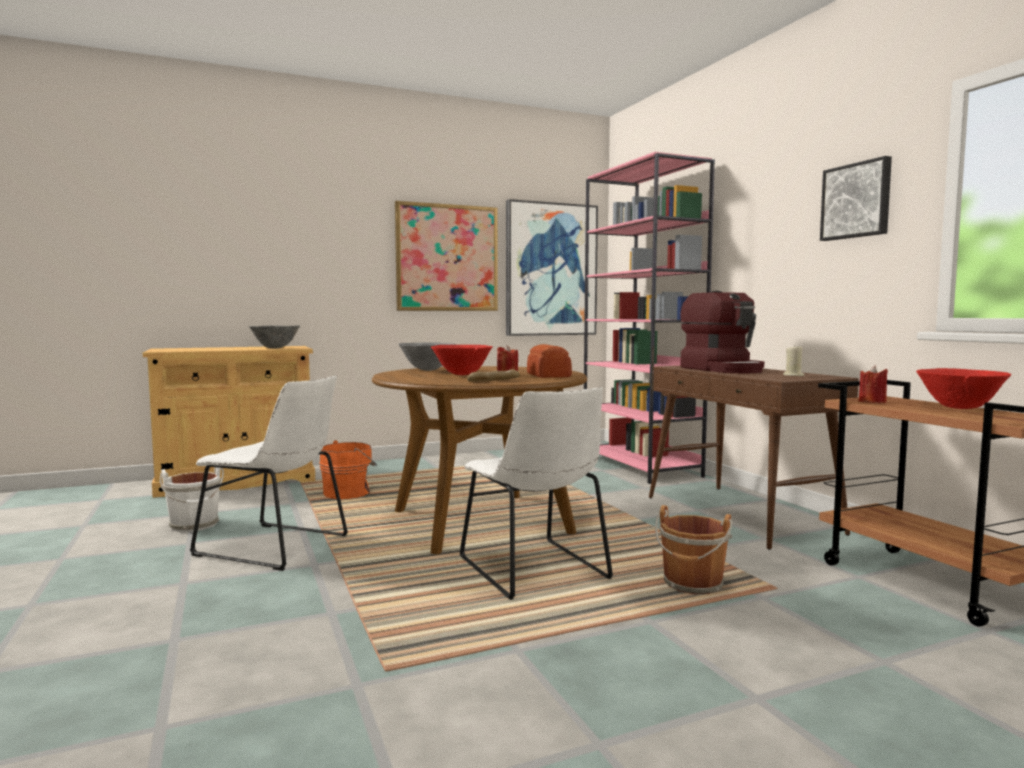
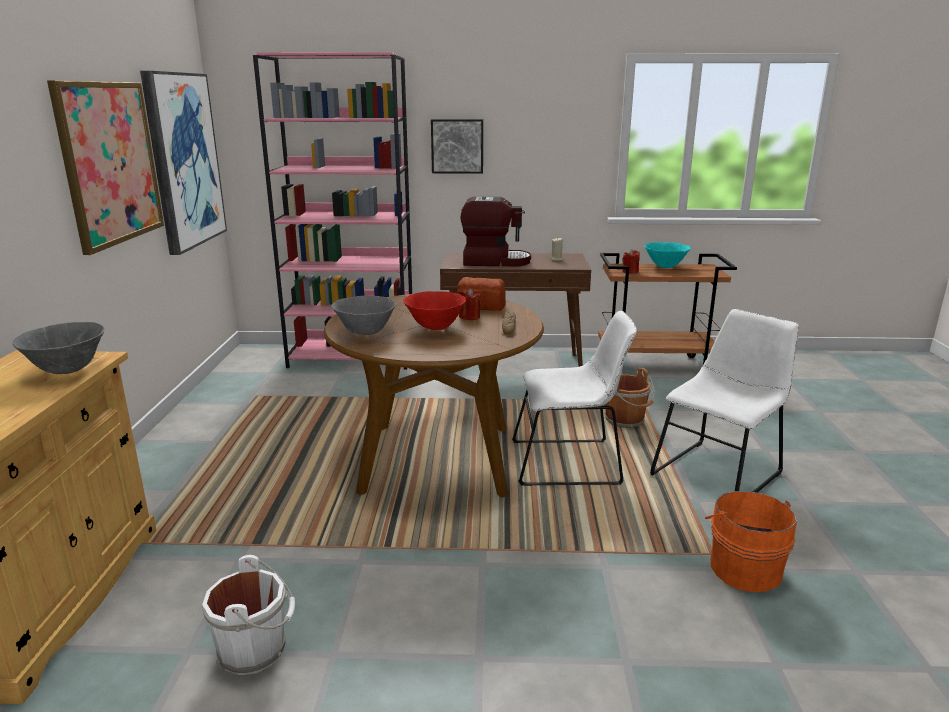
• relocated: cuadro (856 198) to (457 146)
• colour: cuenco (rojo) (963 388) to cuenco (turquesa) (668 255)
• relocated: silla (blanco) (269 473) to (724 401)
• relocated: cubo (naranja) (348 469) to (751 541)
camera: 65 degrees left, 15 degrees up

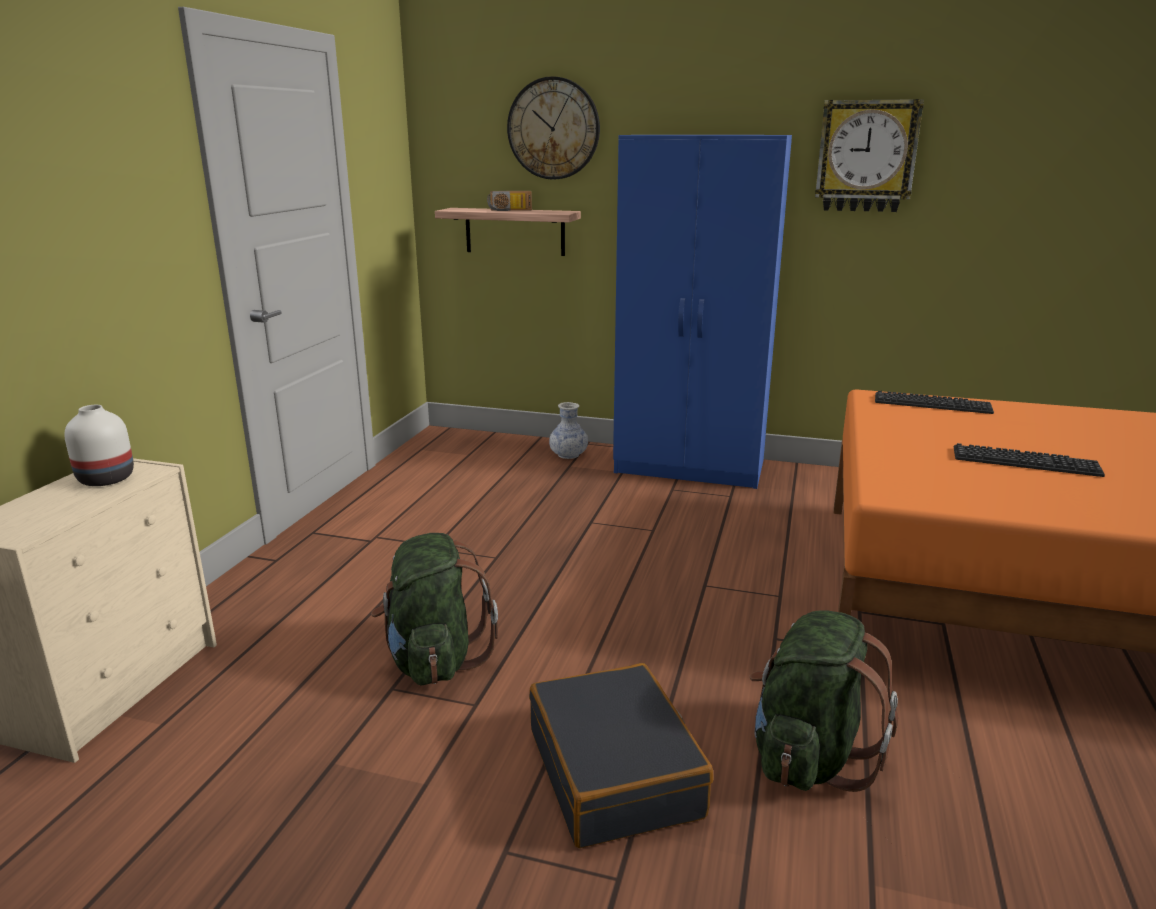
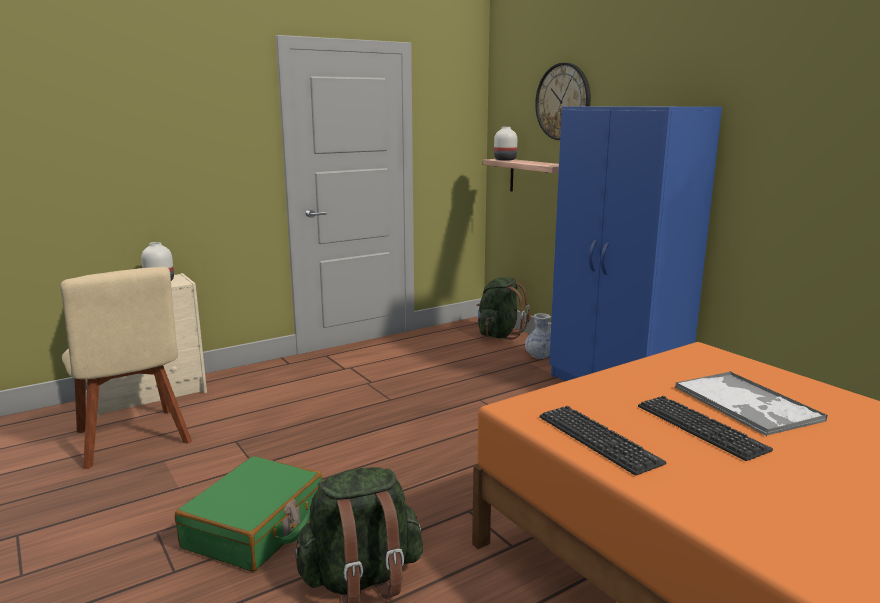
• missing: reloj de pared (869 155)
• missing: radio (509 201)
• relocated: teclado (934 402) to (603 441)
• relocated: mochila (verde) (434 609) to (503 308)
• colour: maleta (negro) (621 755) to maleta (verde) (249 514)
• appeared: florero (blanco) (505 143)
• appeared: silla (beis) (126 368)
• appeared: bandeja (751 403)
camera: 40 degrees right, 5 degrees down

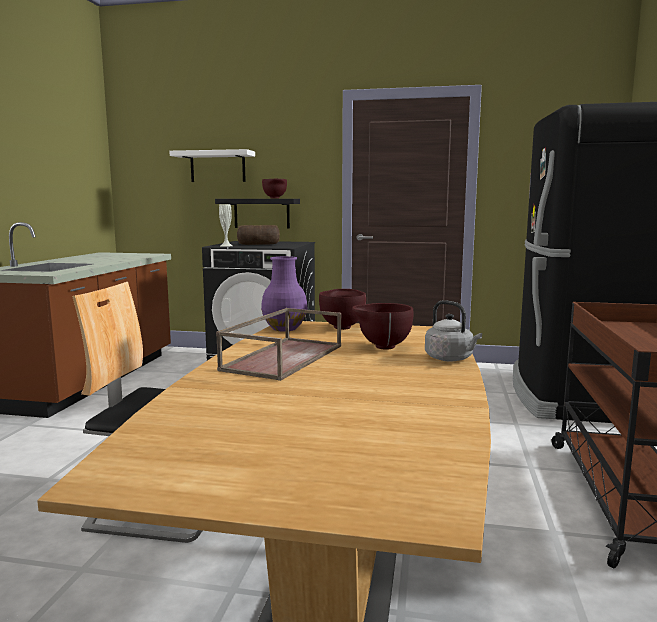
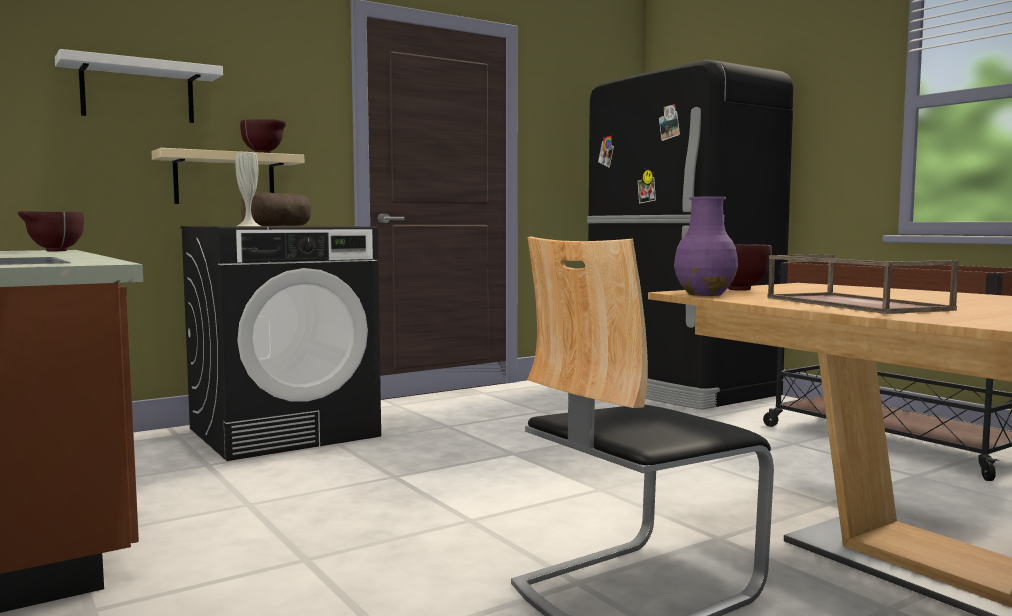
• colour: estante (negro) (257 213) to estante (beis) (228 176)
• missing: hervidor (gris) (453 330)
• relocated: cuenco (marrón) (383 326) to (51 231)
camera: 45 degrees left, 5 degrees down

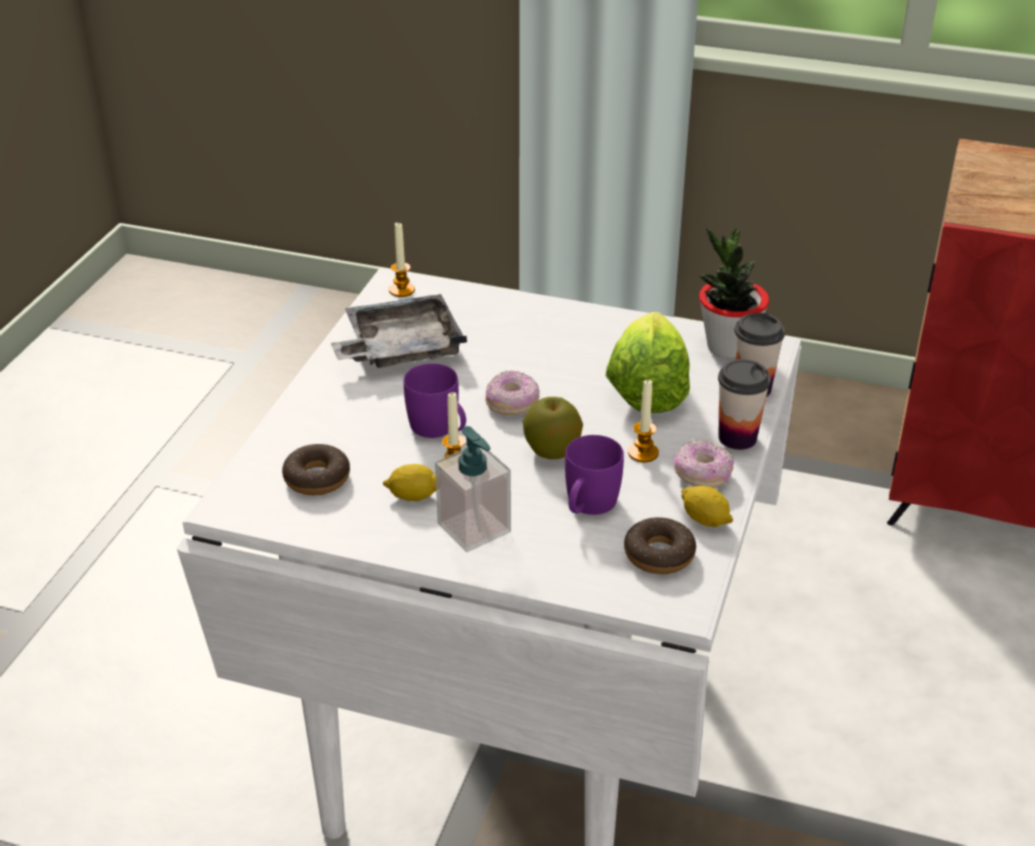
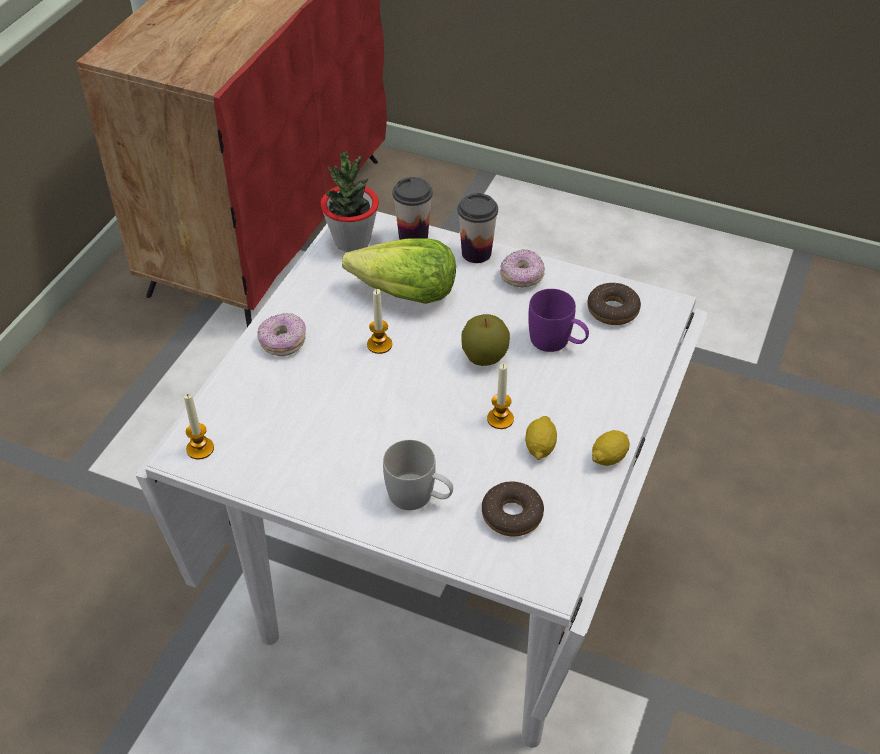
• missing: bandeja (gris) (399 331)
• missing: taza grande (morado) (435 400)
• relocated: rosquilla (512 392) to (281 334)
• relocated: vela (643 421) to (379 321)
• missing: dispensador de jabón (473 489)
• relocated: limón (707 506) to (611 448)
• appeared: taza grande (blanco) (418 475)
camera: 85 degrees left, 10 degrees up

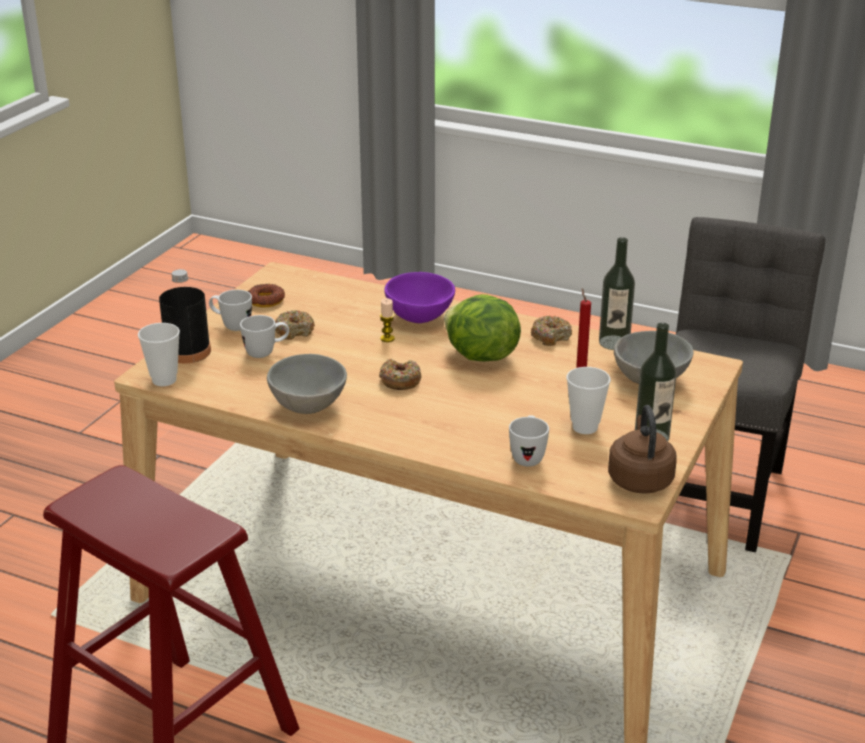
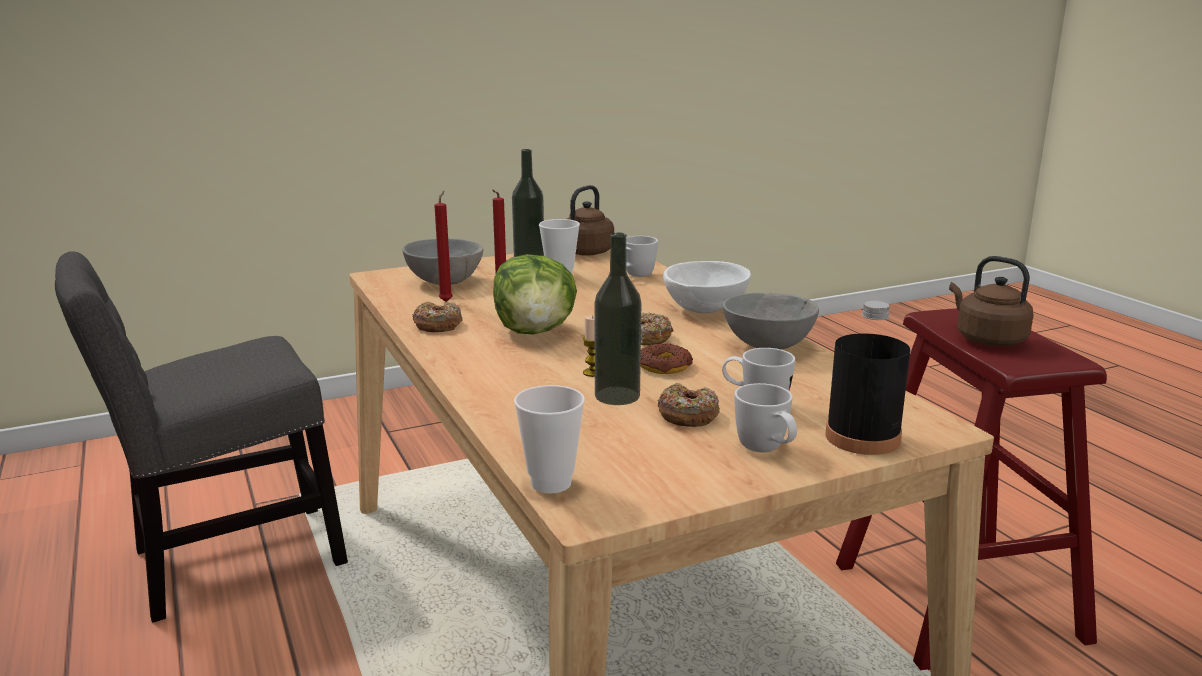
• relocated: botella (617 293) to (618 319)
• missing: cuenco (morado) (419 297)
• relocated: rosquilla (266 296) to (667 358)
• relocated: taza (159 354) to (549 439)
• appeared: vela (rojo) (443 246)
• appeared: hervidor (marrón) (991 301)
• appeared: cuenco (blanco) (707 287)
camera: 140 degrees left, 10 degrees down

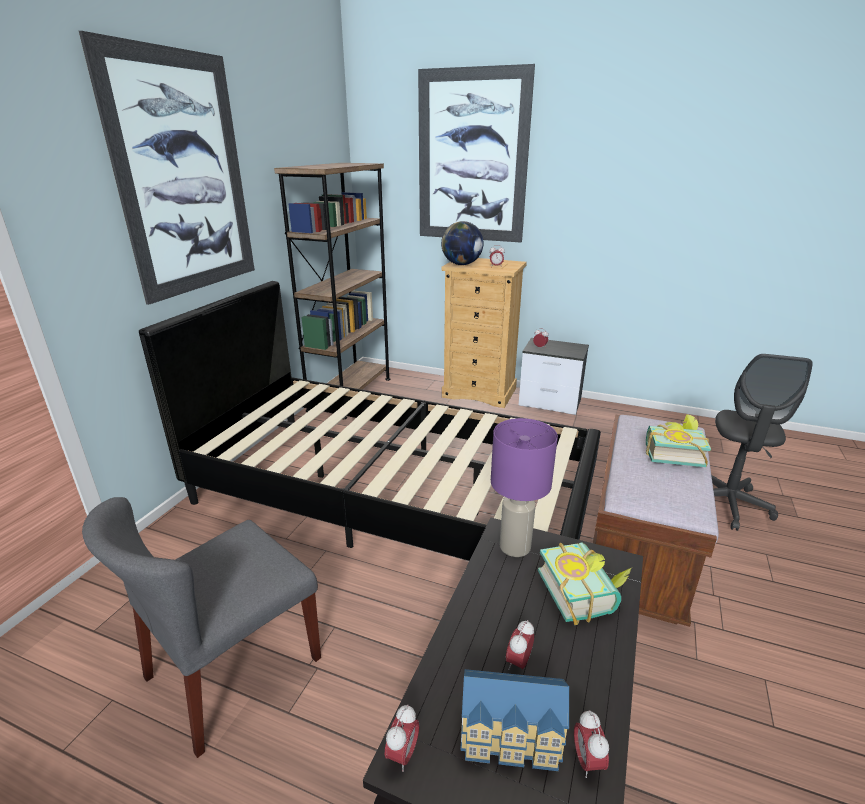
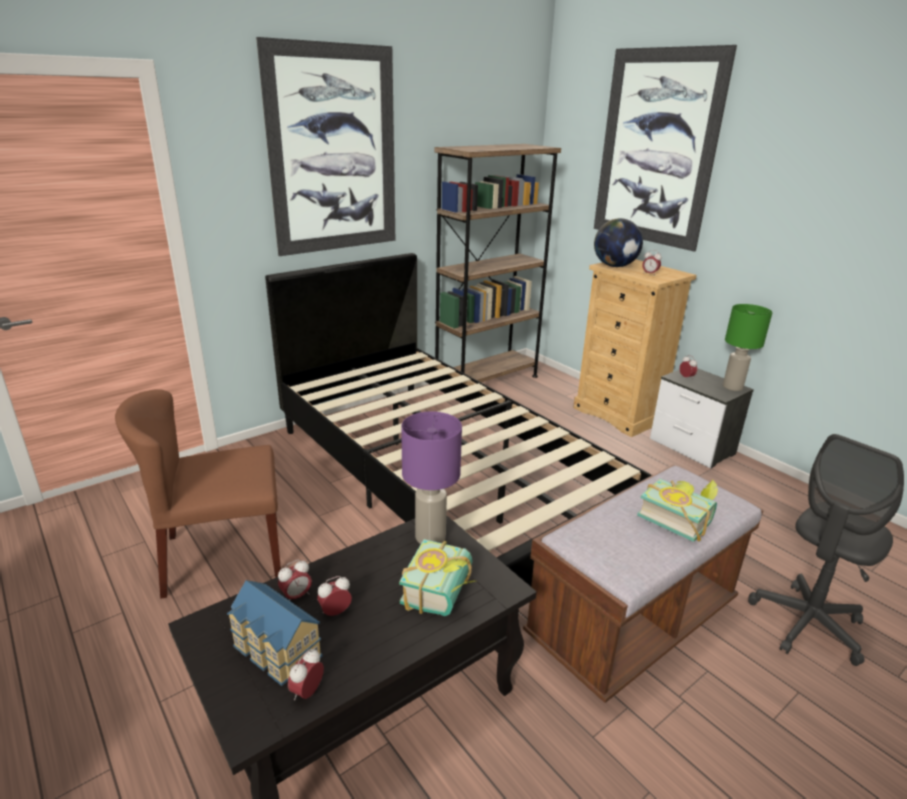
• colour: silla (gris) (201 627) to silla (marrón) (198 494)
• relocated: despertador (402 738) to (295 580)
• appeared: lámpara de mesa (verde) (747 347)
camera: 30 degrees right, 0 degrees up

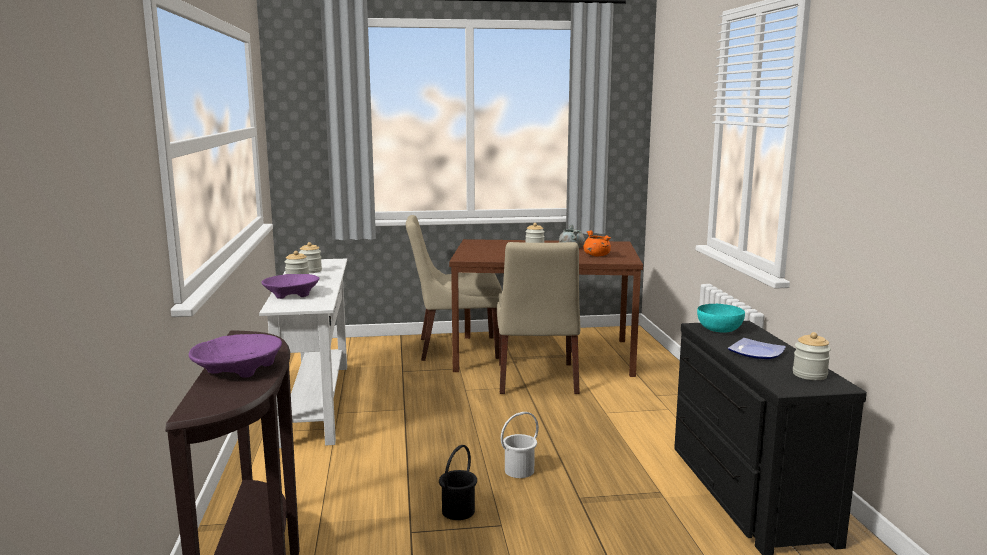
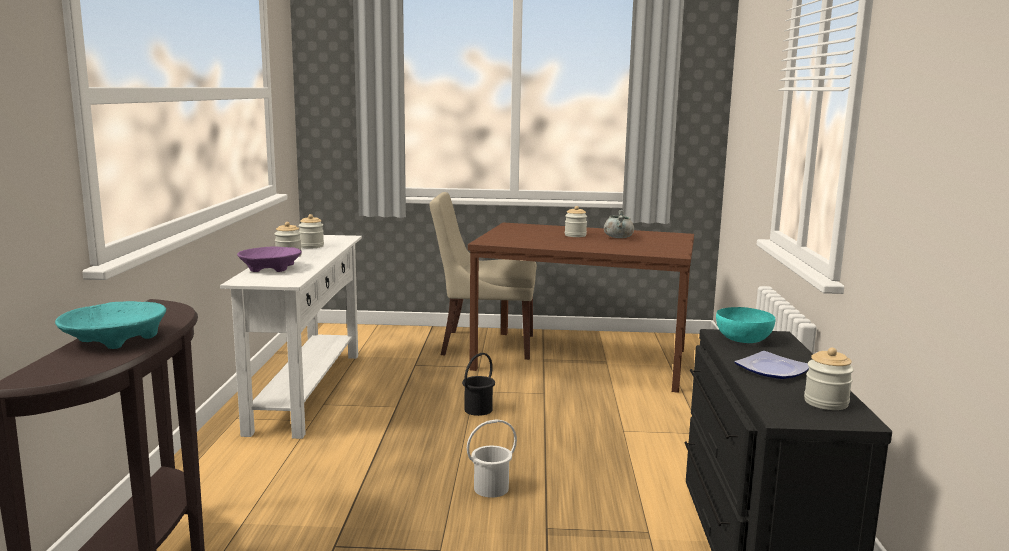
• missing: olla (naranja) (597 243)
• missing: silla (beis) (539 318)
• colour: cuenco (morado) (235 356) to cuenco (turquesa) (110 325)
• relocated: cubo (negro) (458 482) to (478 384)
camera: 10 degrees right, 0 degrees up

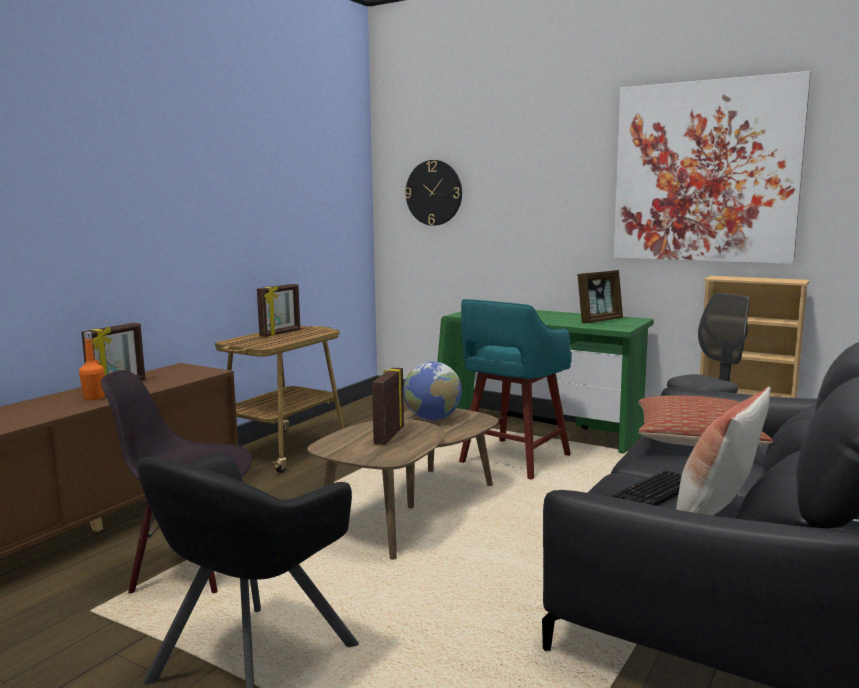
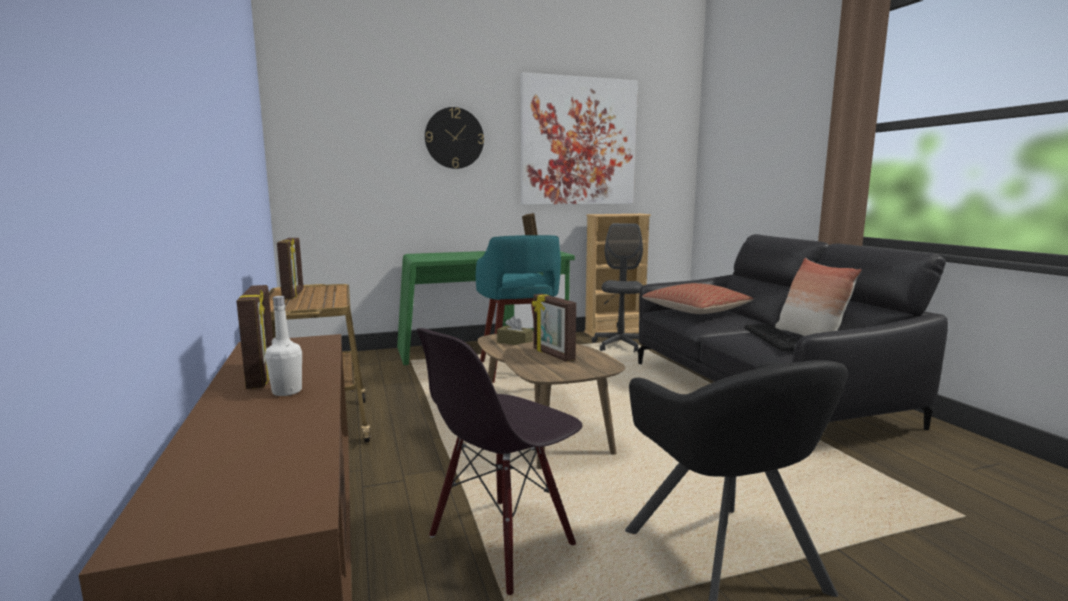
• relocated: reloj de pared (433 193) to (454 138)
• colour: botella (naranja) (92 366) to botella (blanco) (283 346)
• exchanged: globo terráqueo (432 391) to caja de pañuelos (marrón) (515 330)
camera: 50 degrees left, 0 degrees up

